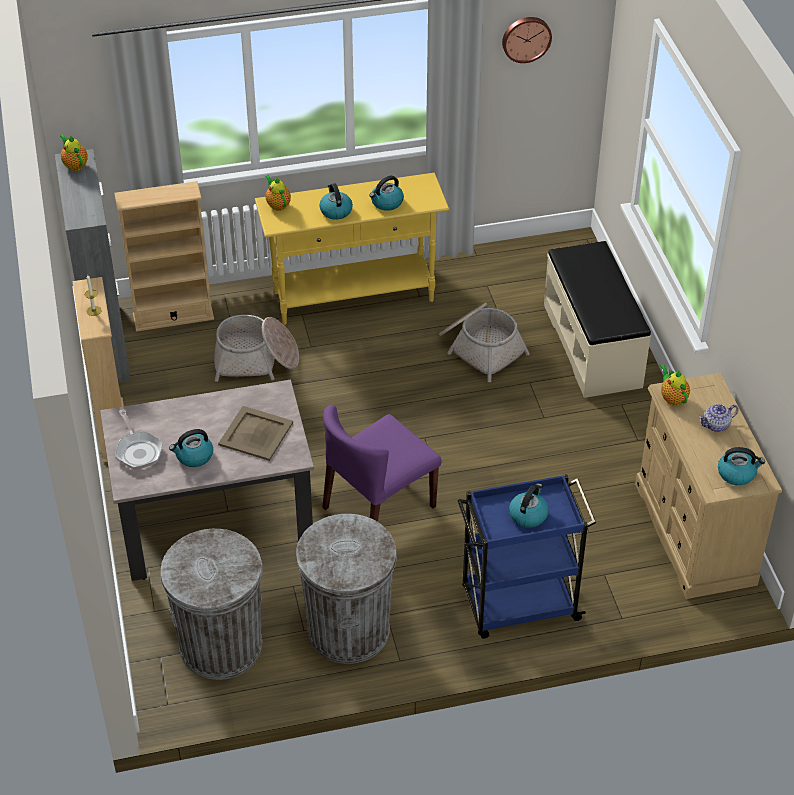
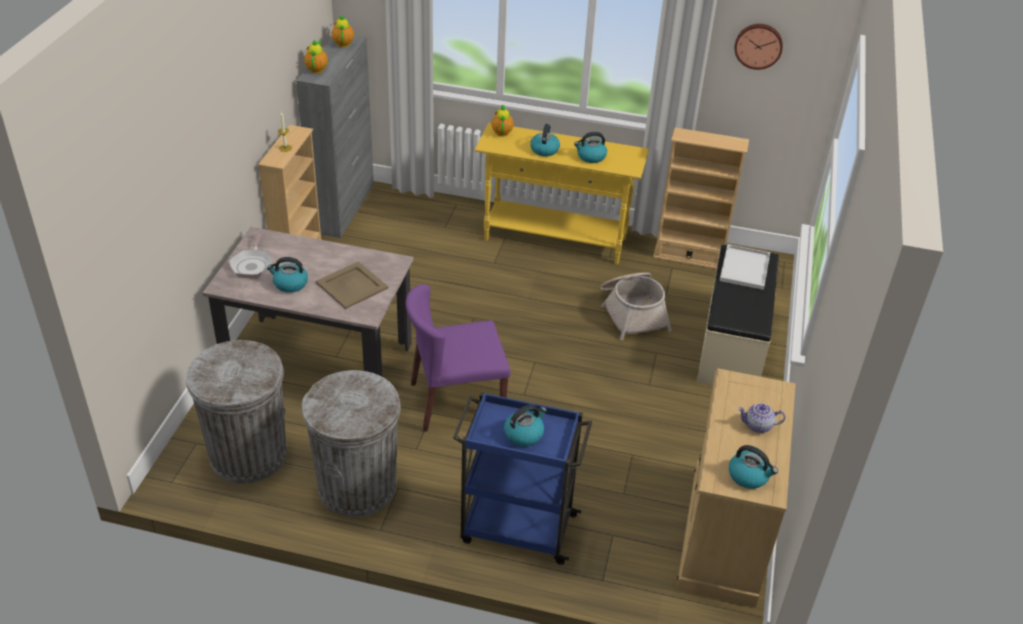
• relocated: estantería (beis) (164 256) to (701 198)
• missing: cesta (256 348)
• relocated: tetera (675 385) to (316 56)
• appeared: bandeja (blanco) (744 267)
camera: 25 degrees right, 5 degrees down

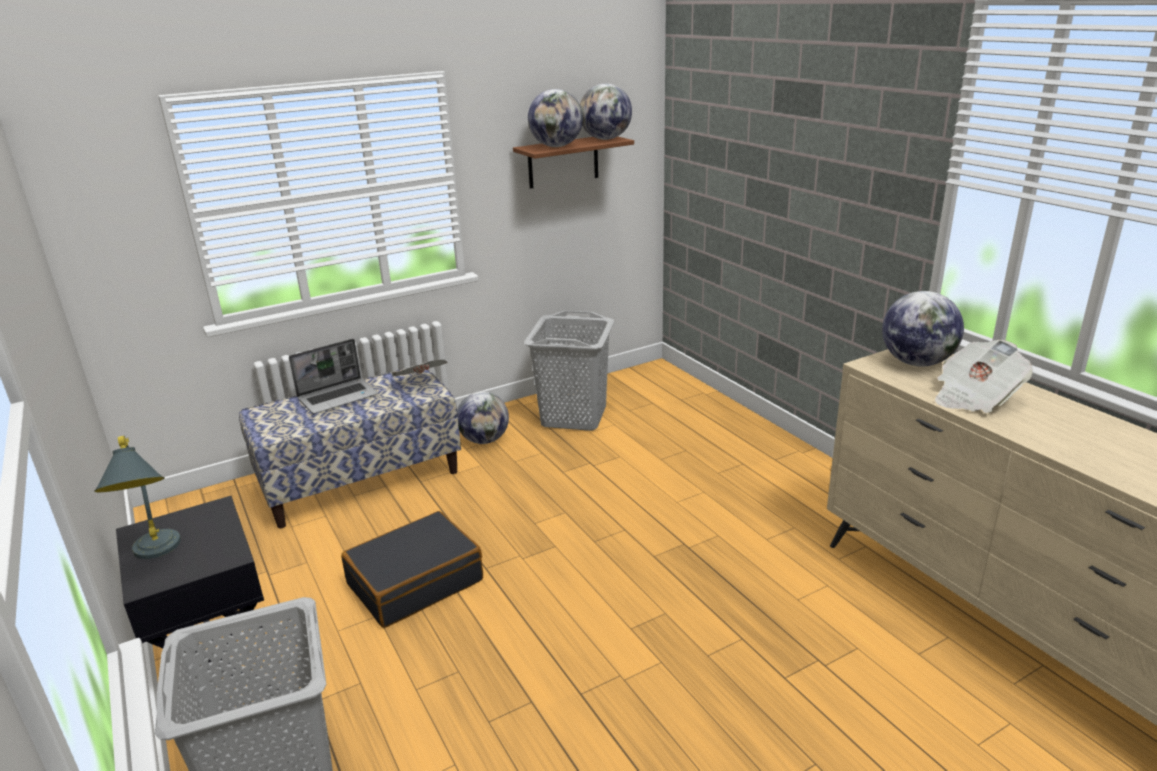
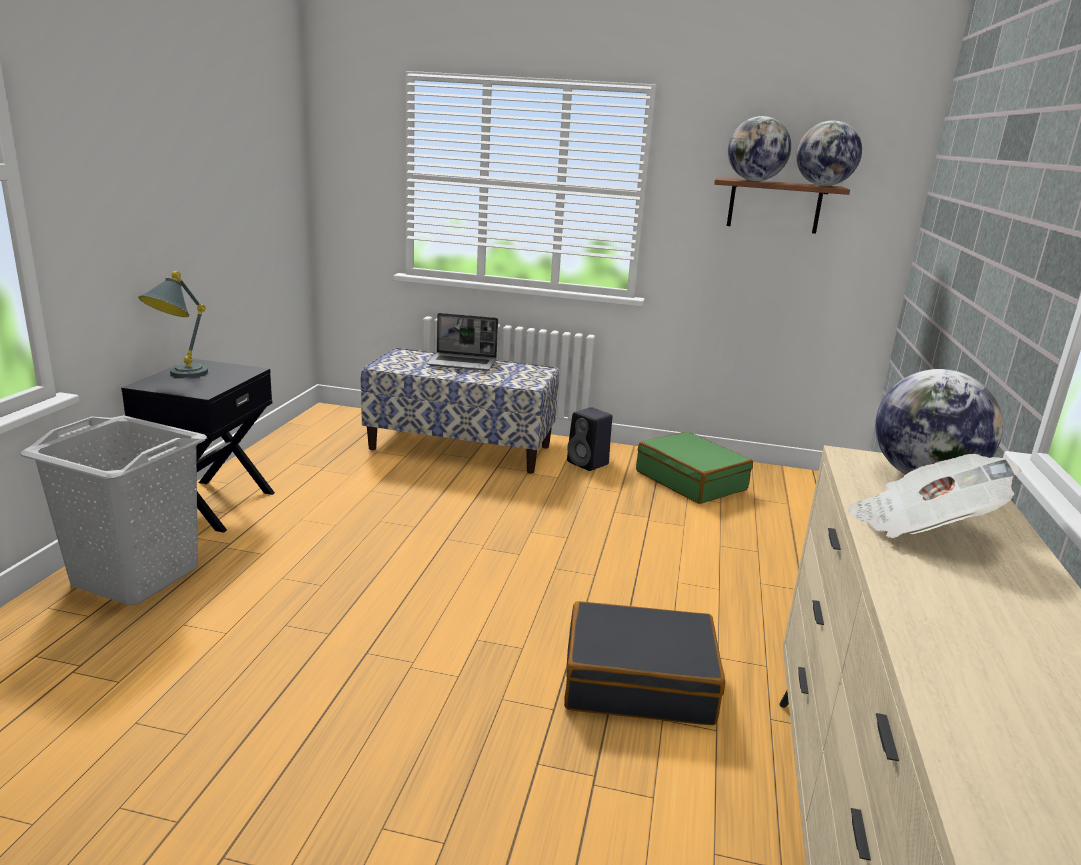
• exchanged: cesto de la ropa (gris) (569 371) to maleta (verde) (694 467)
• missing: periódico (420 368)
• exchanged: globo terráqueo (483 417) to altavoz (negro) (589 439)
• relocated: maleta (negro) (412 569) to (644 663)
camera: 40 degrees right, 5 degrees down

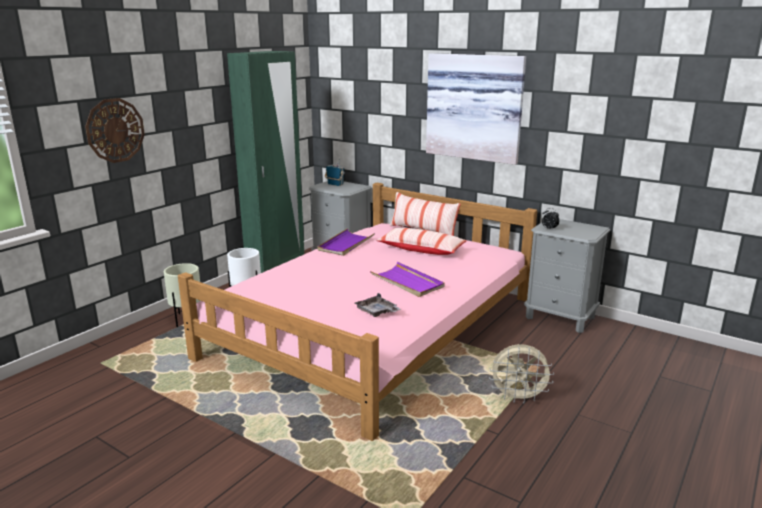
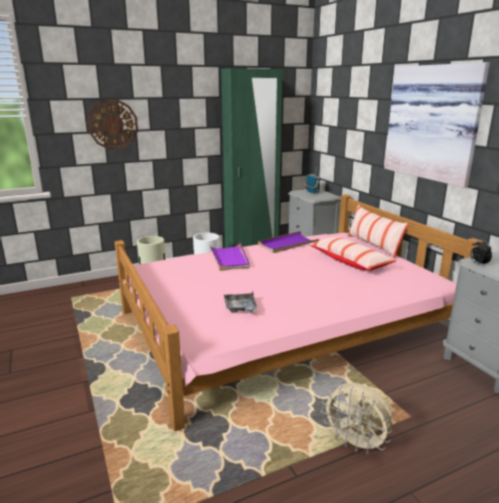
• relocated: bandeja (morado) (407 279) to (229 256)
camera: 30 degrees right, 0 degrees up

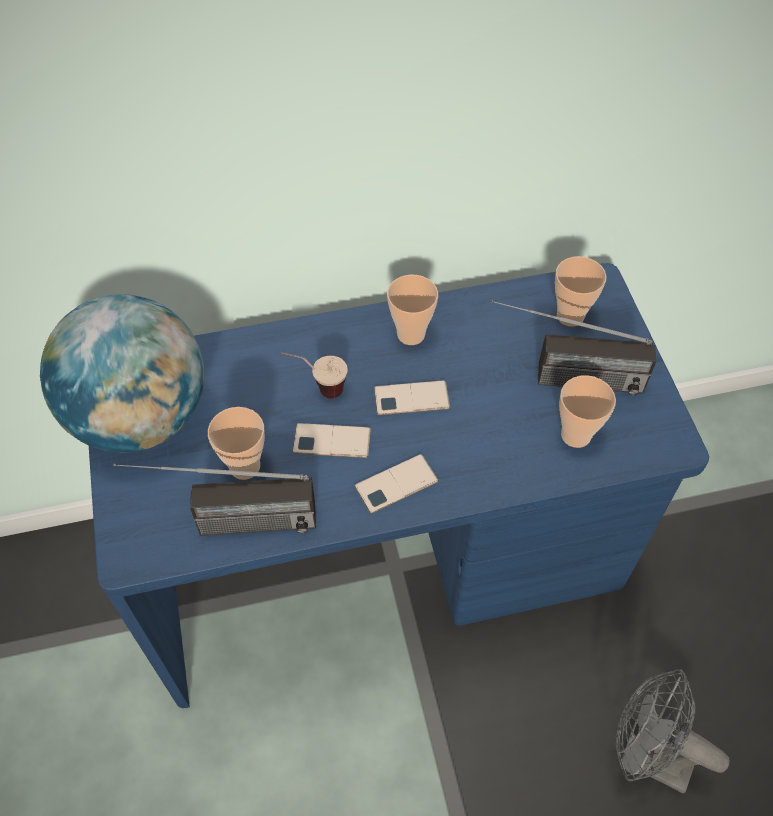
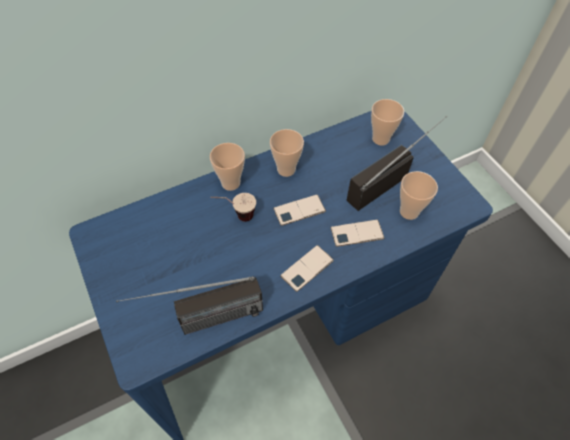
• missing: globo terráqueo (122 373)
• spun: radio (573 347) = (397 163) 150 degrees clockwise
• relocated: taza (236 443) to (227 167)
• relocated: móvil (332 440) to (357 233)
• missing: ventilador (gris) (672 731)
camera: 15 degrees left, 0 degrees up

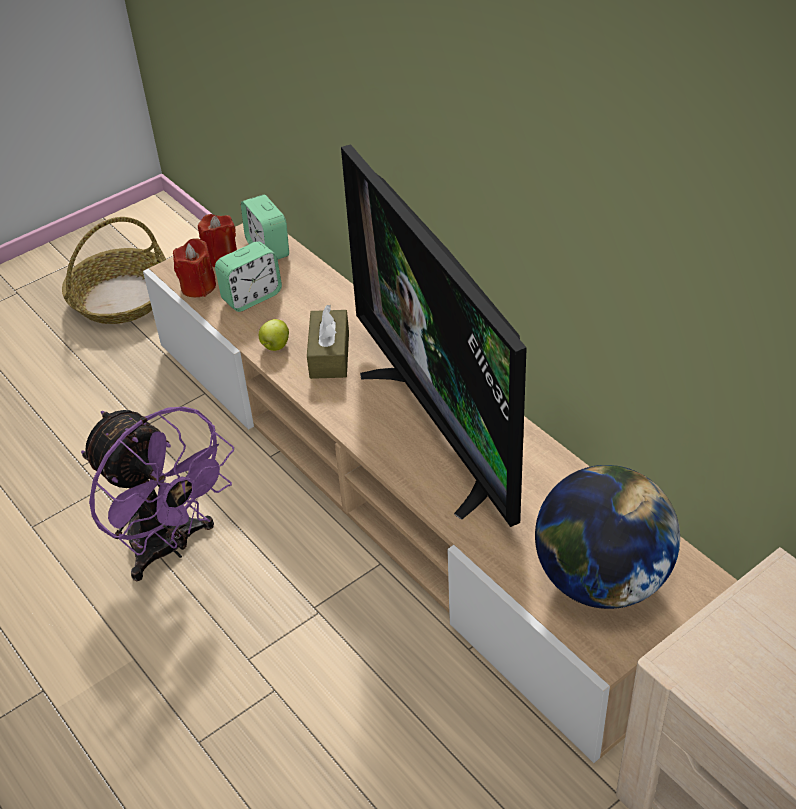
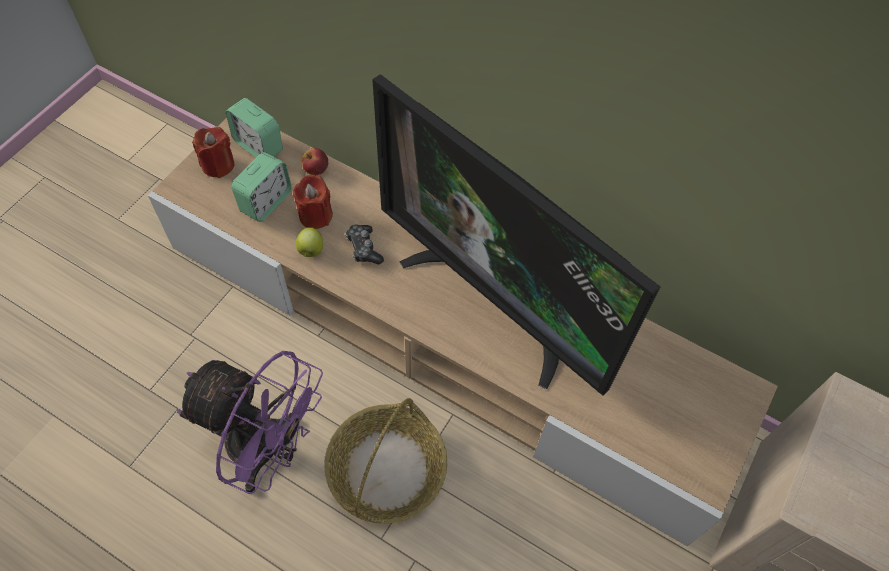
• relocated: cesta (114 270) to (385 461)
• relocated: vela (rojo) (194 267) to (313 202)
• exchanged: caja de pañuelos (marrón) (328 342) to mando de consola (364 245)
• missing: globo terráqueo (607 537)
• appeared: manzana (315 161)
camera: 25 degrees left, 15 degrees up

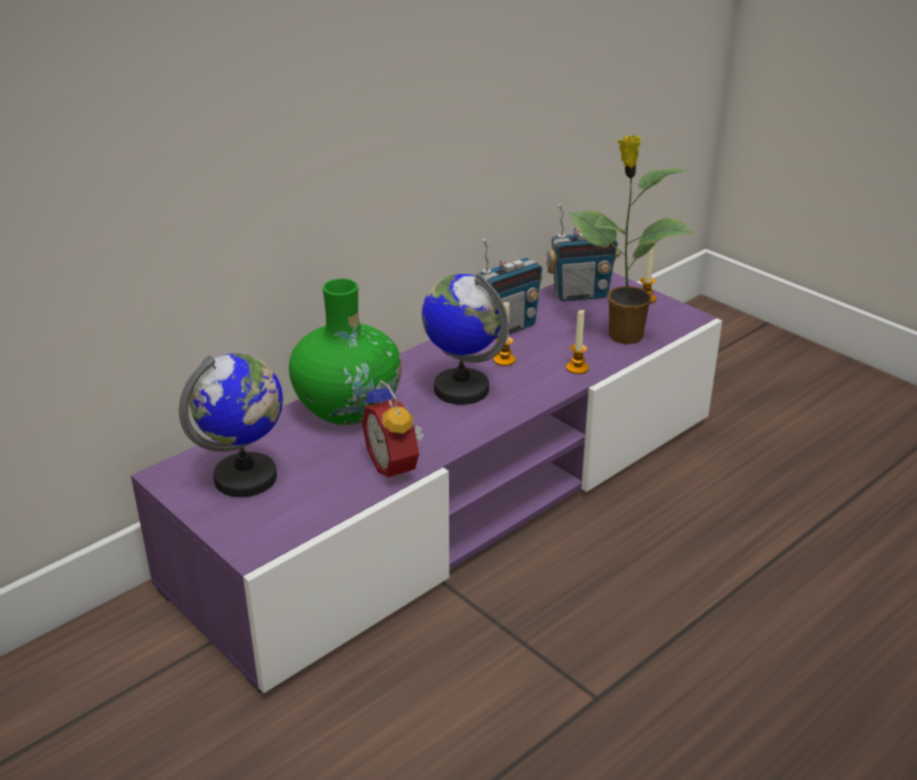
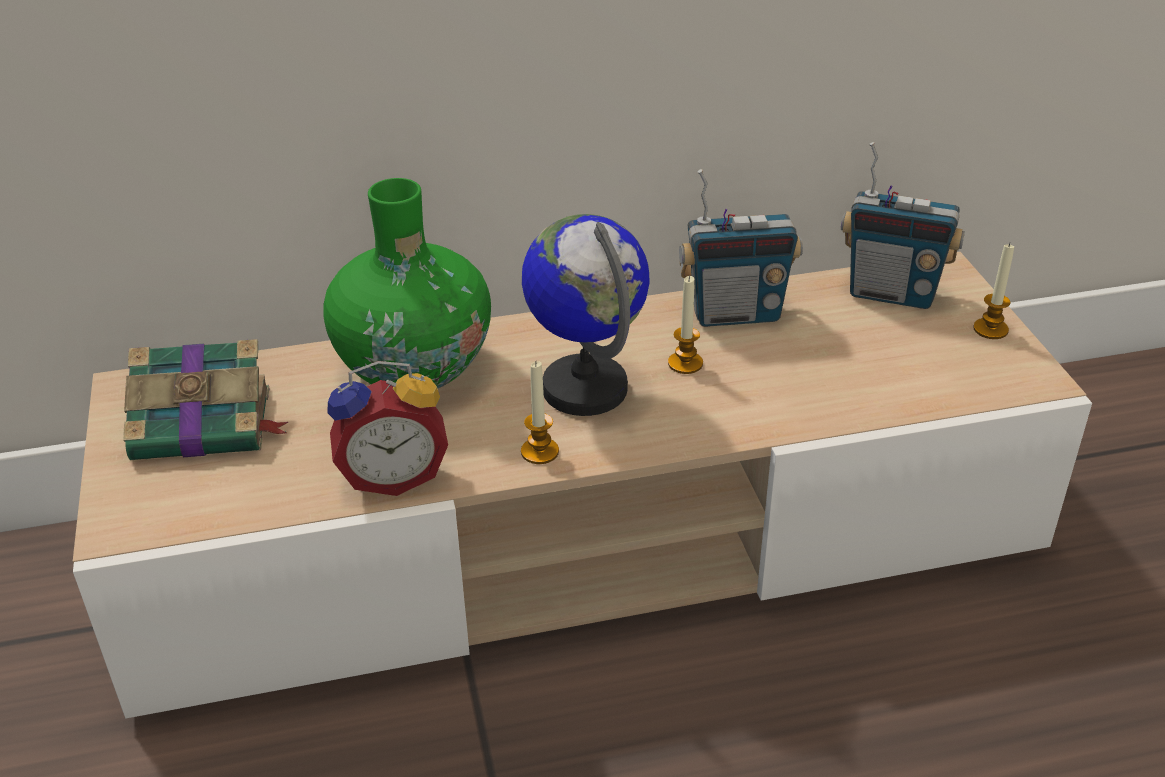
• missing: planta en maceta (631 240)
• colour: mueble de televisión (morado) (426 482) to mueble de televisión (beis) (582 485)
• relocated: vela (577 342) to (540 412)
• exchanged: globo terráqueo (231 425) to libro (205 399)
• spun: despertador (393 431) = (387 428) 105 degrees counterclockwise
camera: 30 degrees right, 5 degrees up

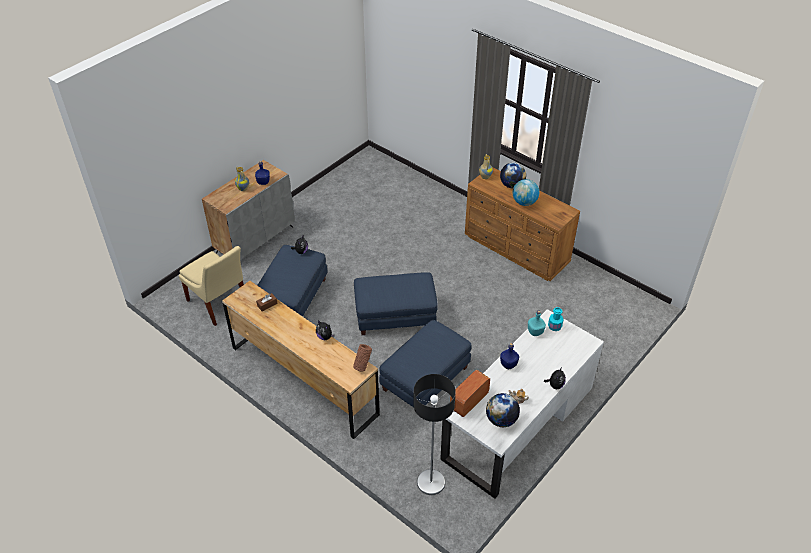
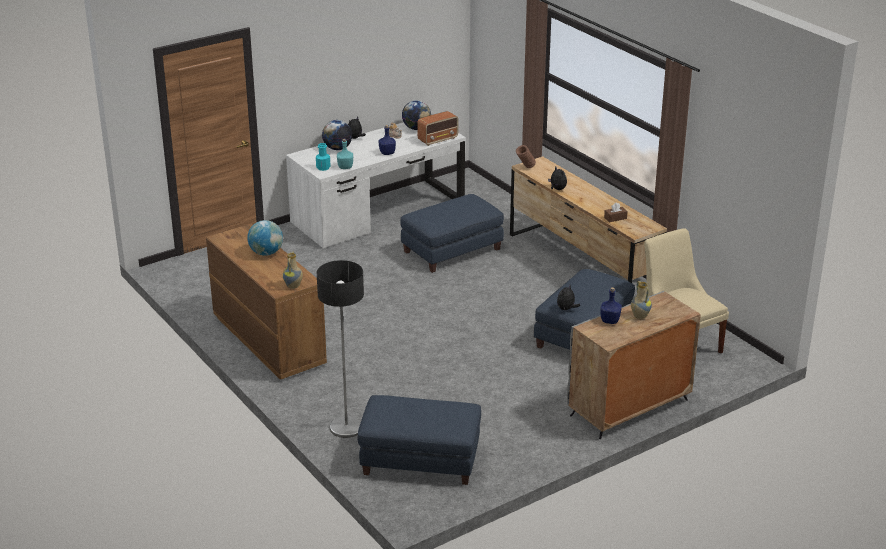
• relocated: globo terráqueo (513 175) to (337 135)
• relocated: puf (azul) (396 303) to (419 440)
• relocated: lámpara de pie (435 434) to (340 349)
camera: 165 degrees left, 15 degrees down

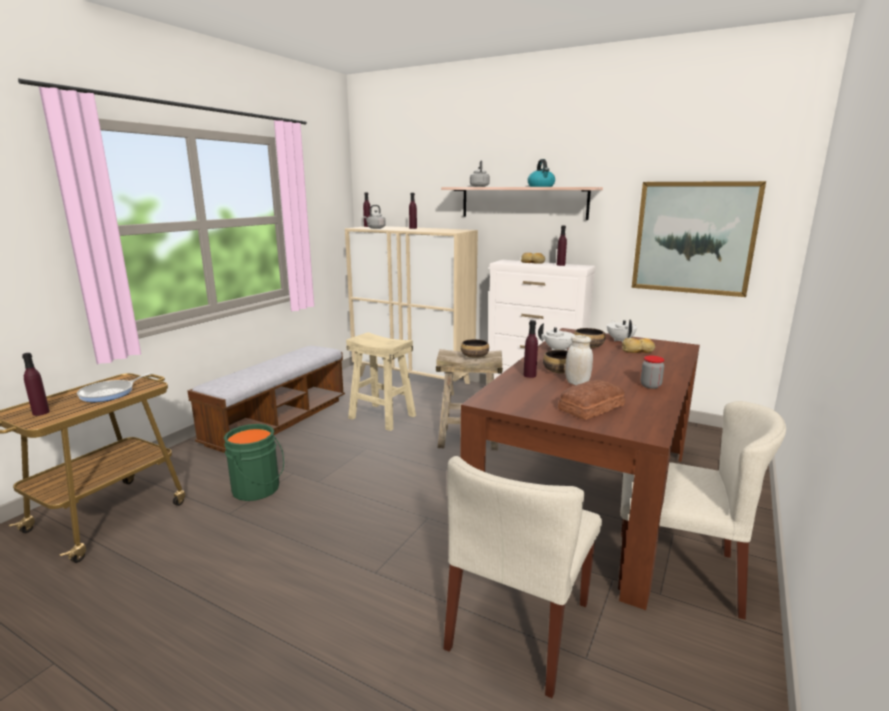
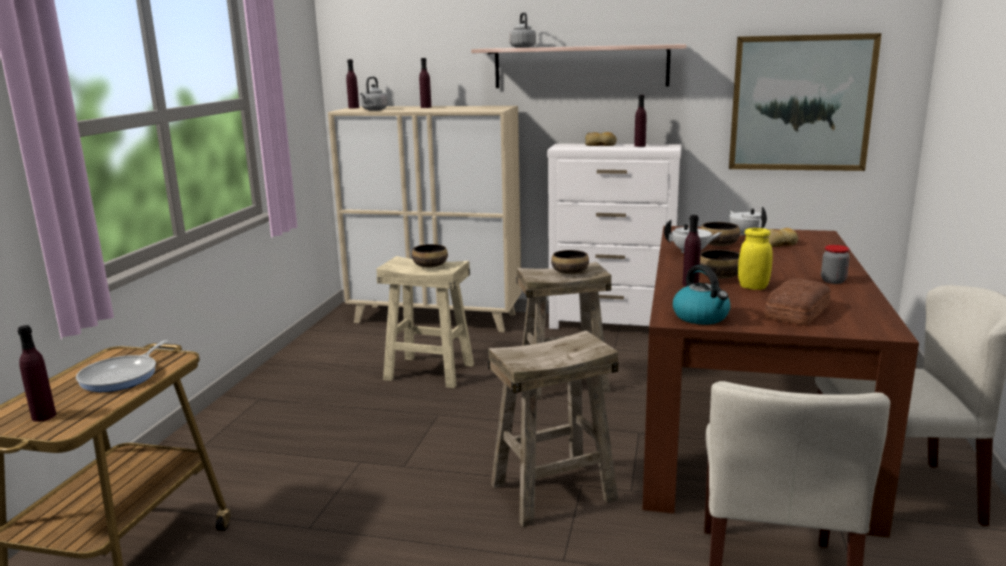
• relocated: hervidor (541 173) to (701 294)
• colour: tarro (blanco) (579 360) to tarro (amarillo) (755 259)
• missing: banco (266 399)
• missing: cubo (verde) (254 462)
• appeared: cuenco (430 256)
• appeared: taburete (beis) (553 428)
camera: 15 degrees left, 0 degrees up

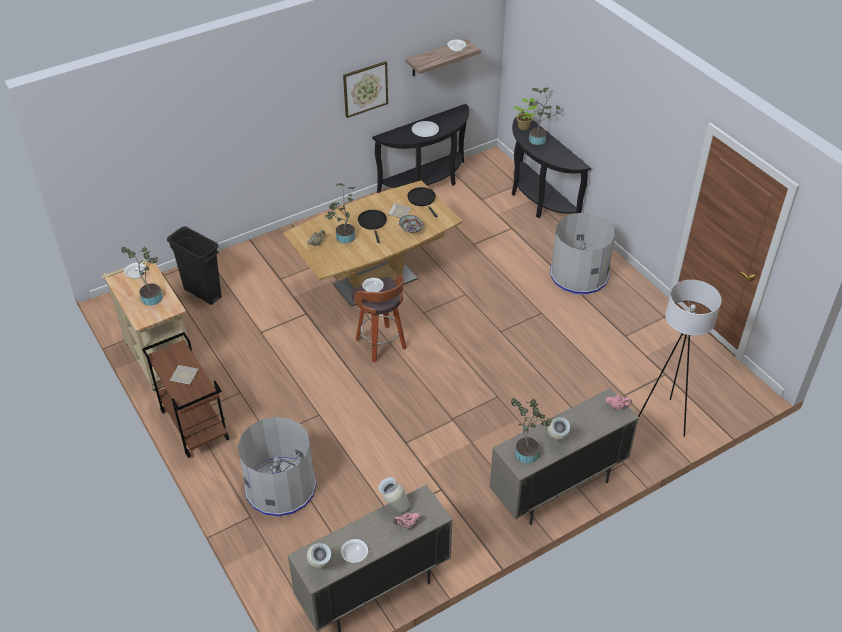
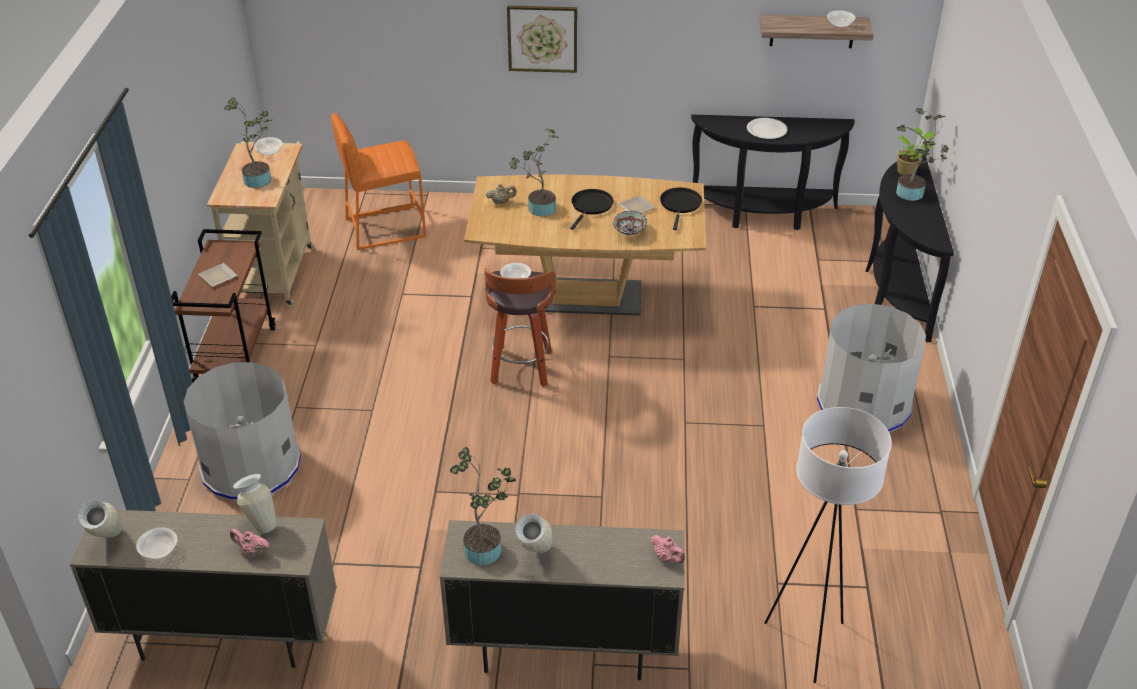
• relocated: cuadro (365 89) to (542 39)
• exchanged: papelera (negro) (194 265) to taburete (naranja) (378 181)
camera: 35 degrees right, 5 degrees down

